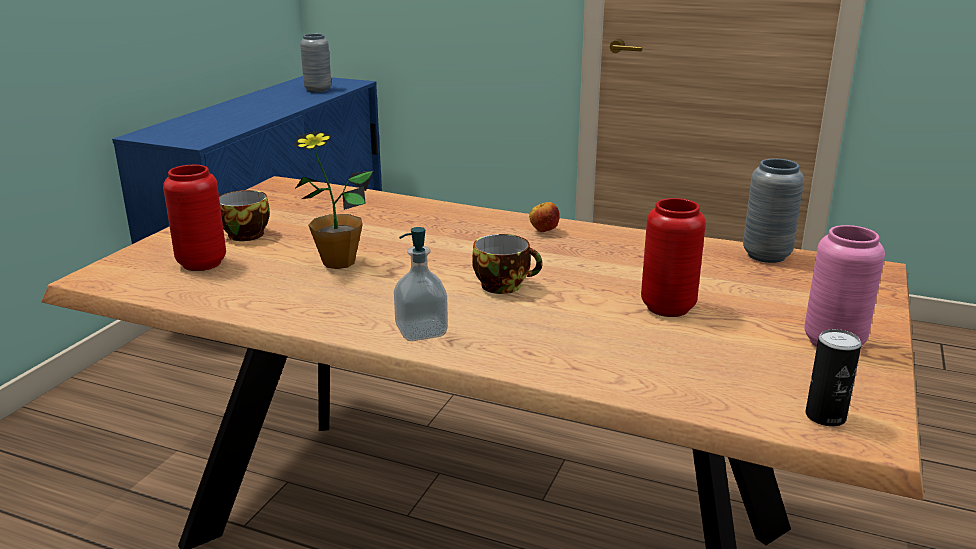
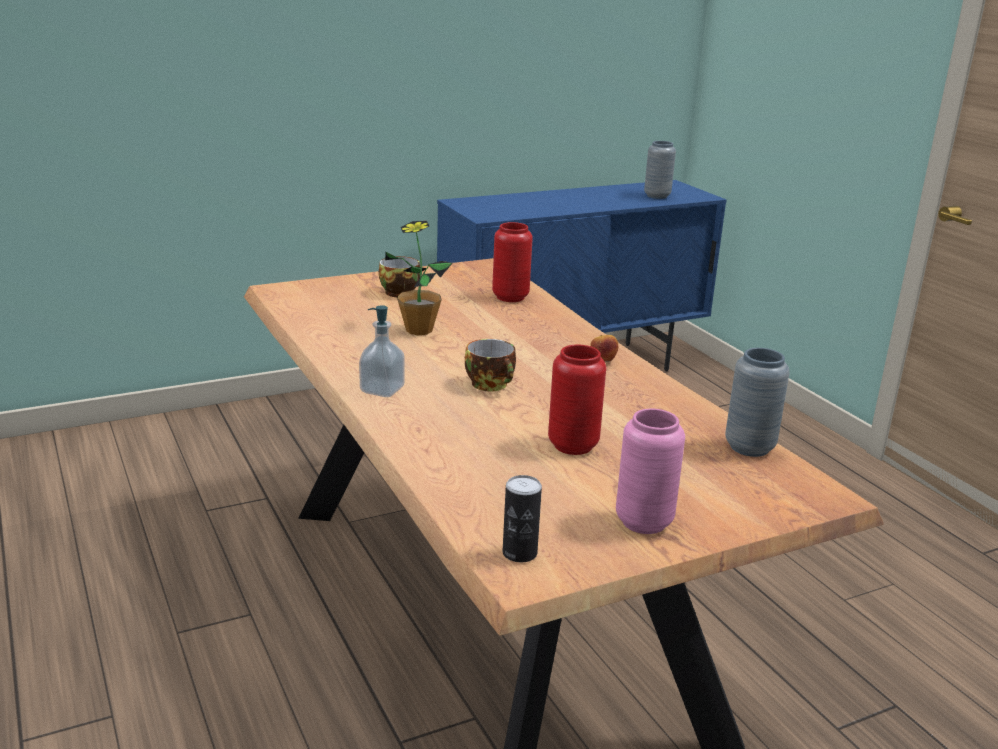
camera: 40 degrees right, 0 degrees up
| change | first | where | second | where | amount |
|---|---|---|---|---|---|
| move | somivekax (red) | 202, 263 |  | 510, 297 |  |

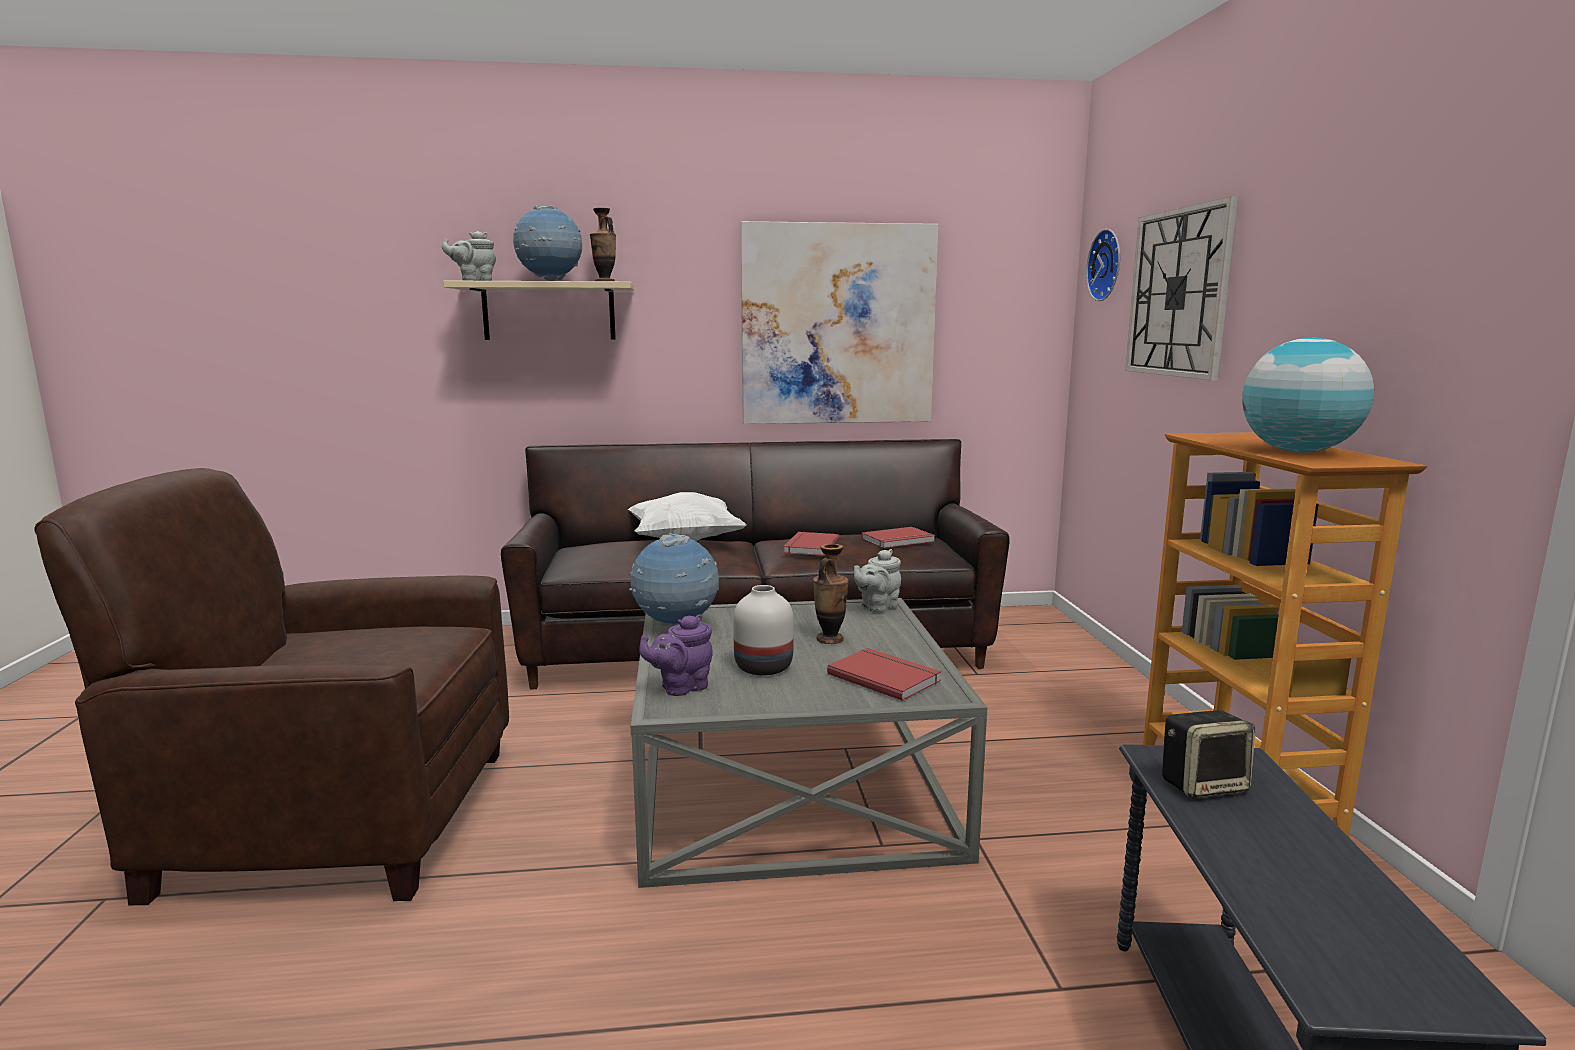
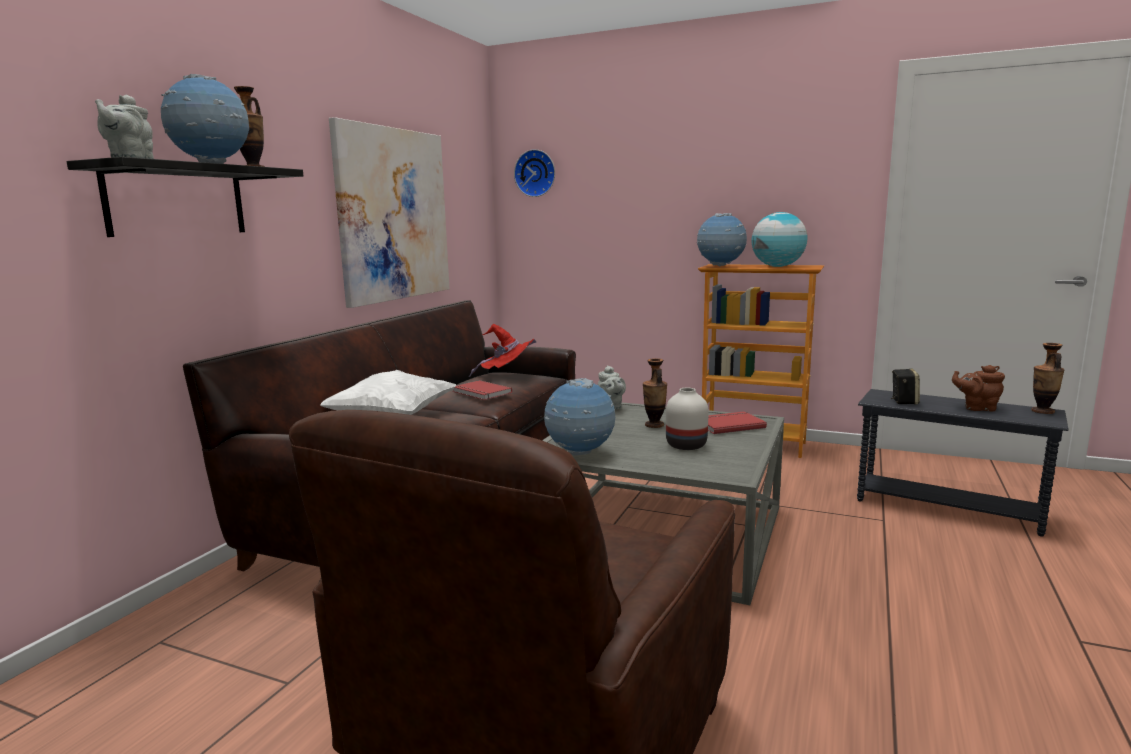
camera: 60 degrees left, 0 degrees up
| change | first | where | second | where | amount |
|---|---|---|---|---|---|
| recolor | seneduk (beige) | 549, 311 | seneduk (black) | 177, 201 |  |
| replace | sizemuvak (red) | 899, 540 | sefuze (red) | 507, 375 |  |
| insert |  |  | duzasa | 720, 266 |  |
| insert |  |  | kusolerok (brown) | 977, 408 |  |
| insert |  |  | somivekax | 1042, 411 |  |
| delete | kusolerok (purple) | 681, 687 |  |  |  |
| delete | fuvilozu | 1178, 293 |  |  |  |

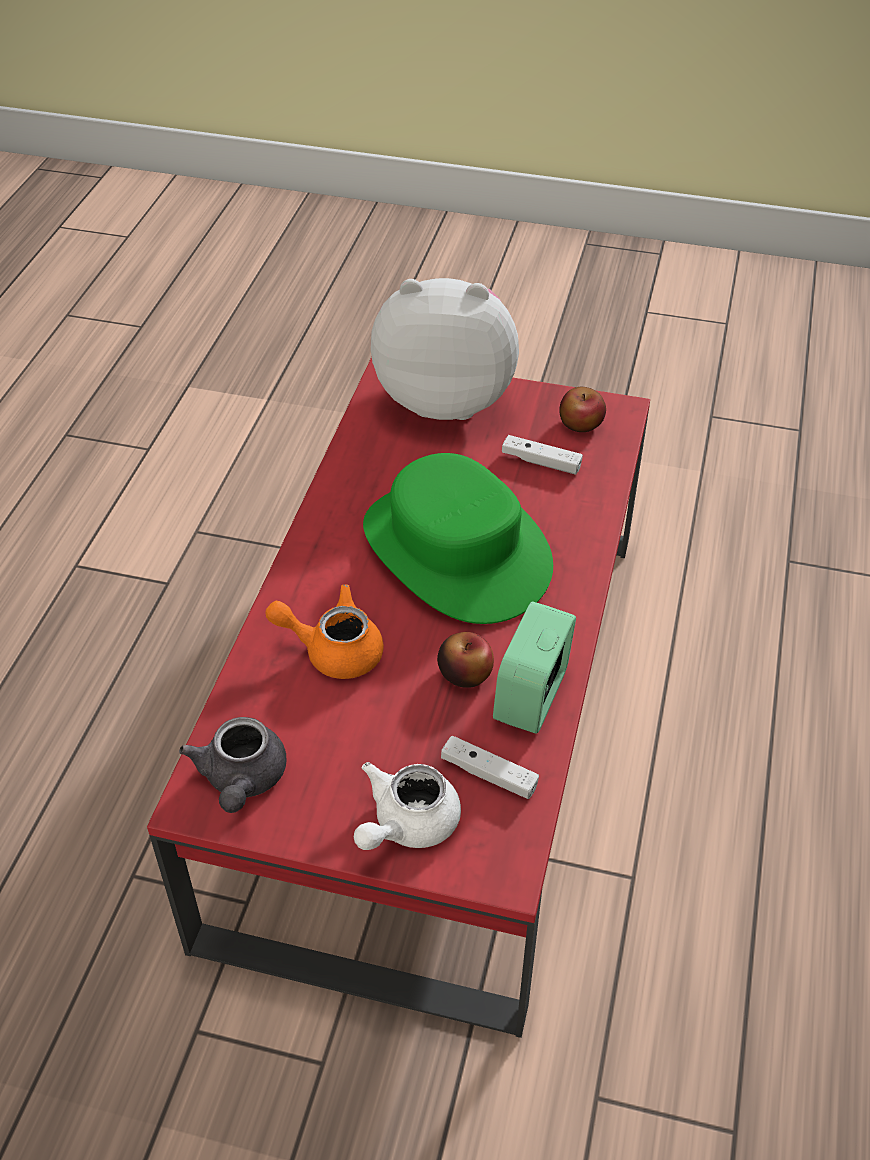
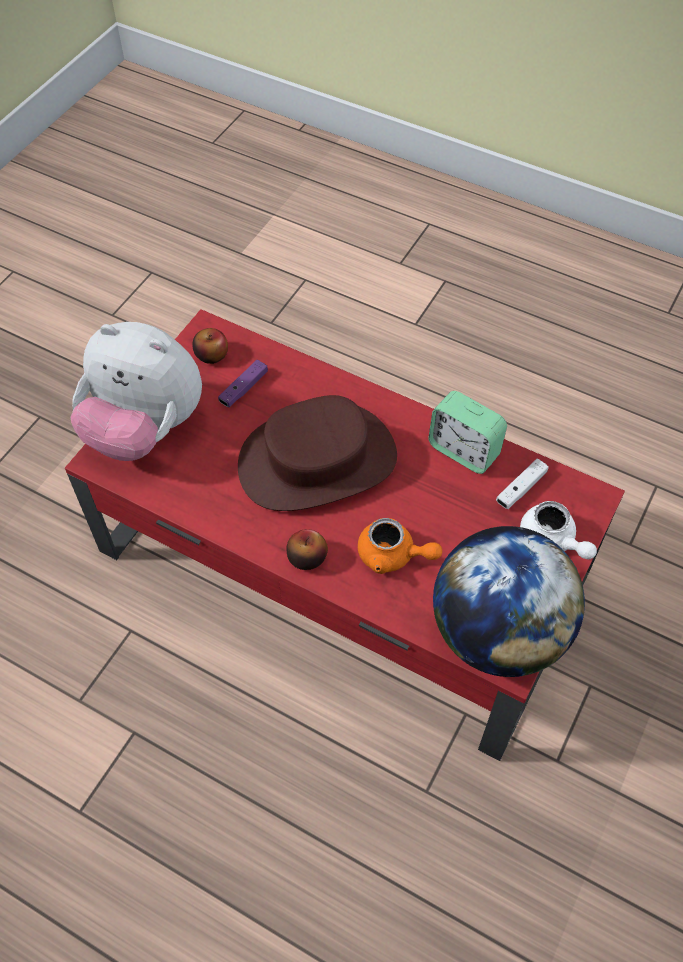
camera: 75 degrees left, 10 degrees up
| change | first | where | second | where | amount |
|---|---|---|---|---|---|
| rotate | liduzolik | 446, 398 |  | 145, 429 | 90 degrees counterclockwise |
| recolor | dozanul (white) | 541, 462 | dozanul (purple) | 244, 388 |  |
| recolor | sefuze (green) | 455, 550 | sefuze (brown) | 317, 461 |  |
| move | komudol | 465, 673 |  | 307, 557 |  |
| rotate | kusolerok (orange) | 333, 650 |  | 393, 556 | 90 degrees counterclockwise |
| replace | kusolerok (grey) | 241, 780 | duzasa | 498, 632 |  |

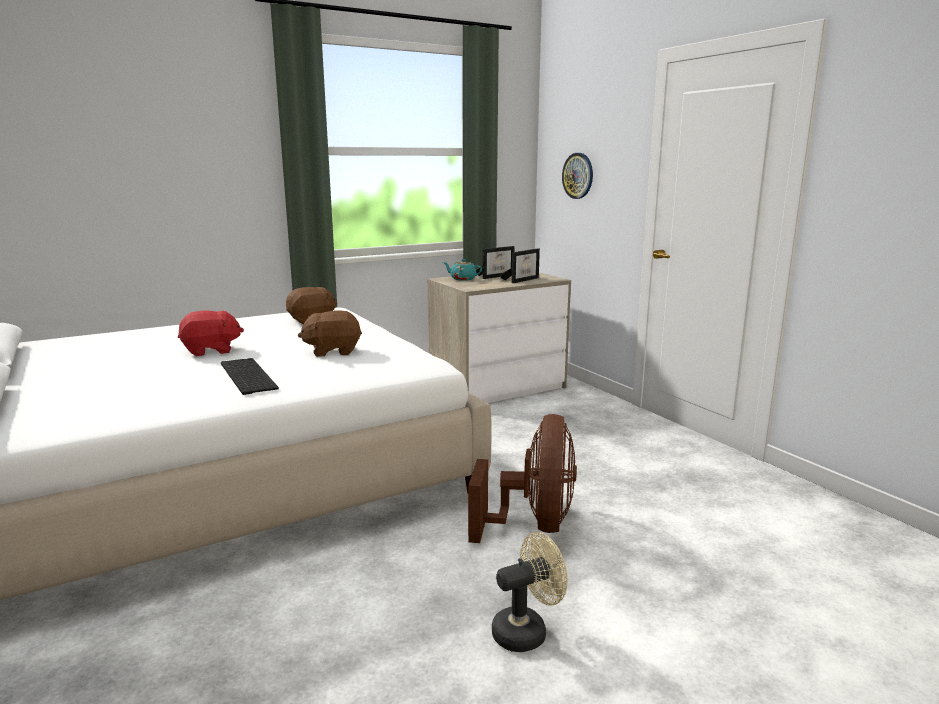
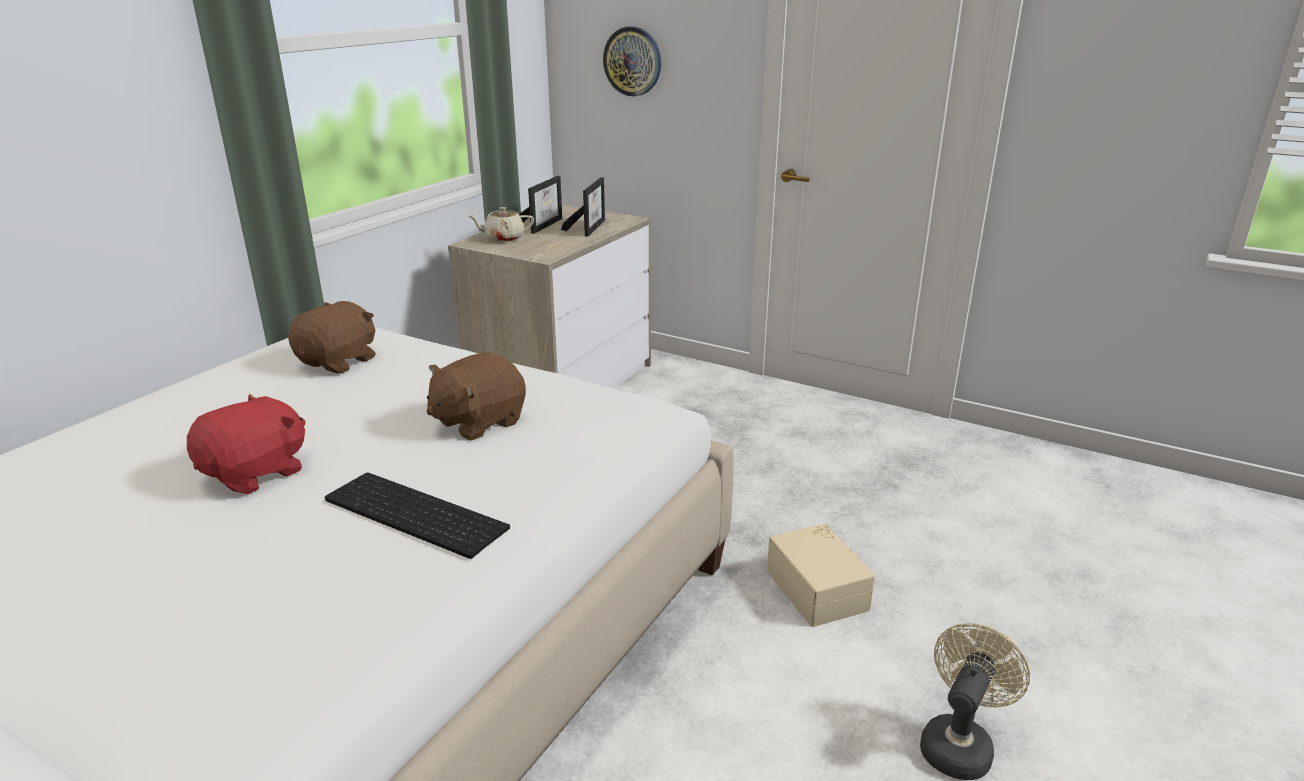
camera: 30 degrees left, 10 degrees up
| change | first | where | second | where | amount |
|---|---|---|---|---|---|
| recolor | kusolerok (turquoise) | 462, 279 | kusolerok (beige) | 503, 238 |  |
| replace | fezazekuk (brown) | 534, 525 | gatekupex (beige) | 819, 589 |  |

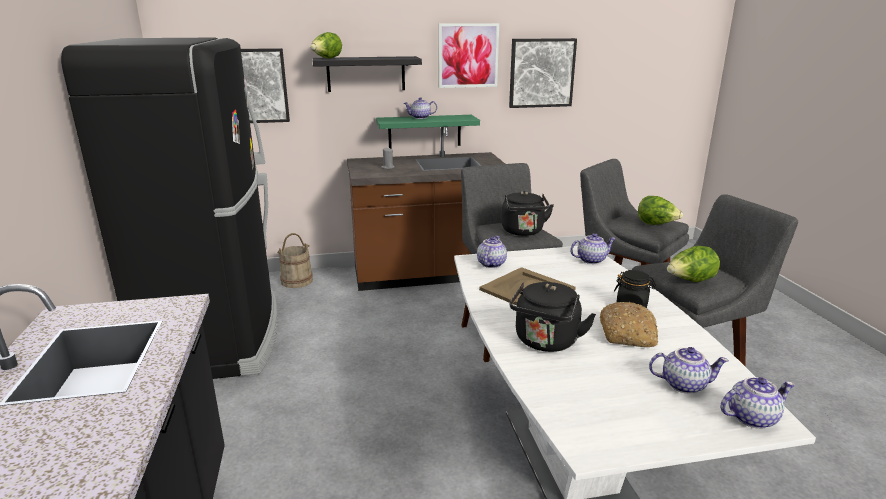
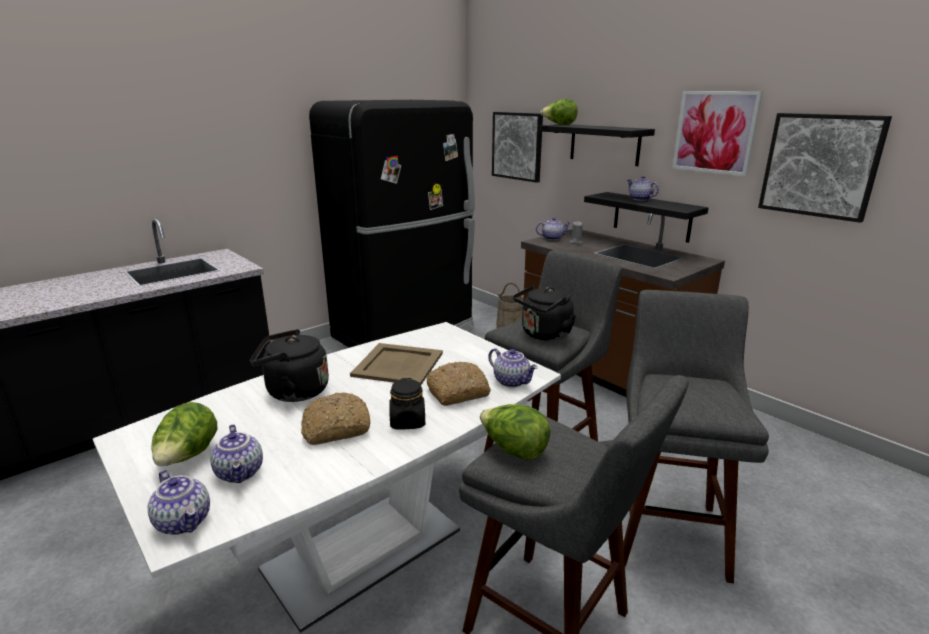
camera: 60 degrees right, 0 degrees up
| change | first | where | second | where | amount |
|---|---|---|---|---|---|
| move | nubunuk | 656, 224 |  | 188, 457 |  |
| insert |  |  | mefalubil | 458, 392 |  |
| move | kusolerok | 490, 264 |  | 552, 238 |  |
| recolor | seneduk (green) | 424, 131 | seneduk (black) | 652, 217 |  |

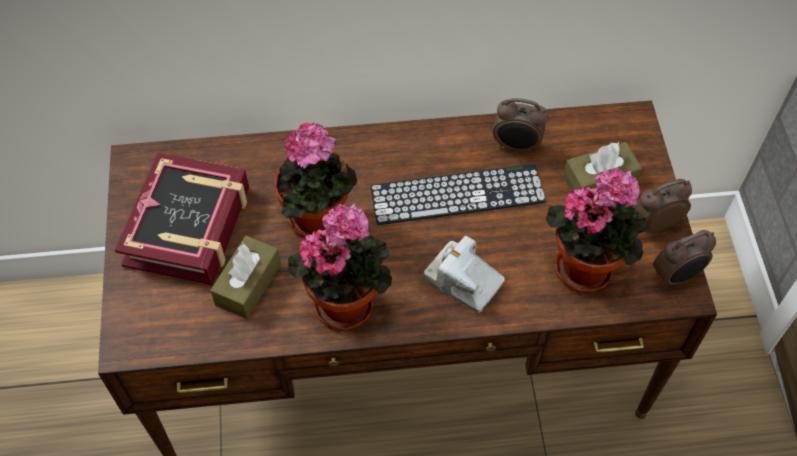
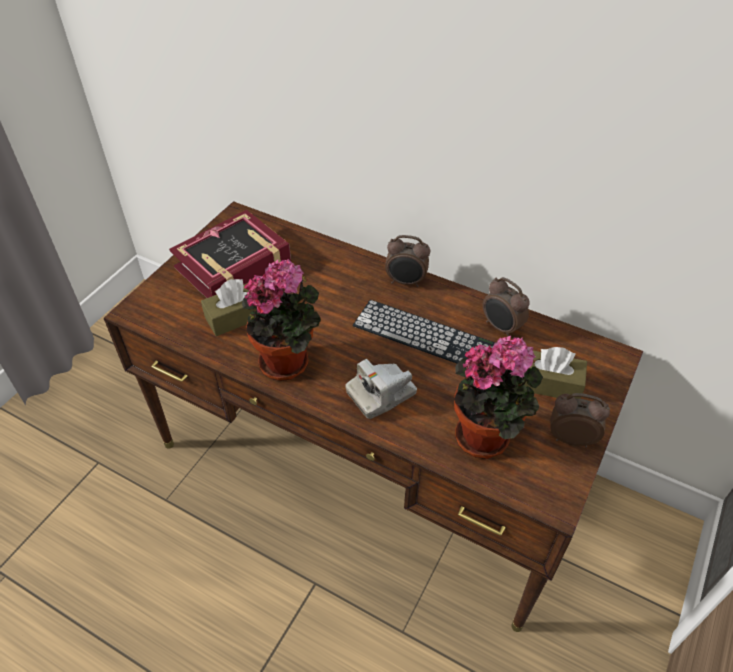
camera: 35 degrees right, 10 degrees down
| change | first | where | second | where | amount |
|---|---|---|---|---|---|
| rotate | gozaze | 463, 281 |  | 381, 394 | 105 degrees counterclockwise |
| move | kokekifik | 676, 276 |  | 406, 282 |  |
| delete | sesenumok | 320, 220 |  |  |  |

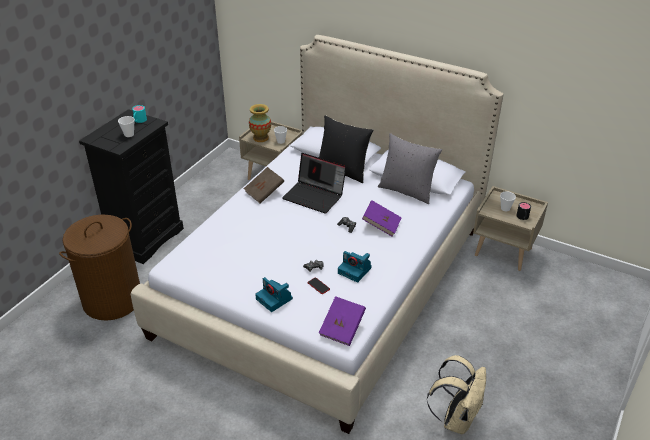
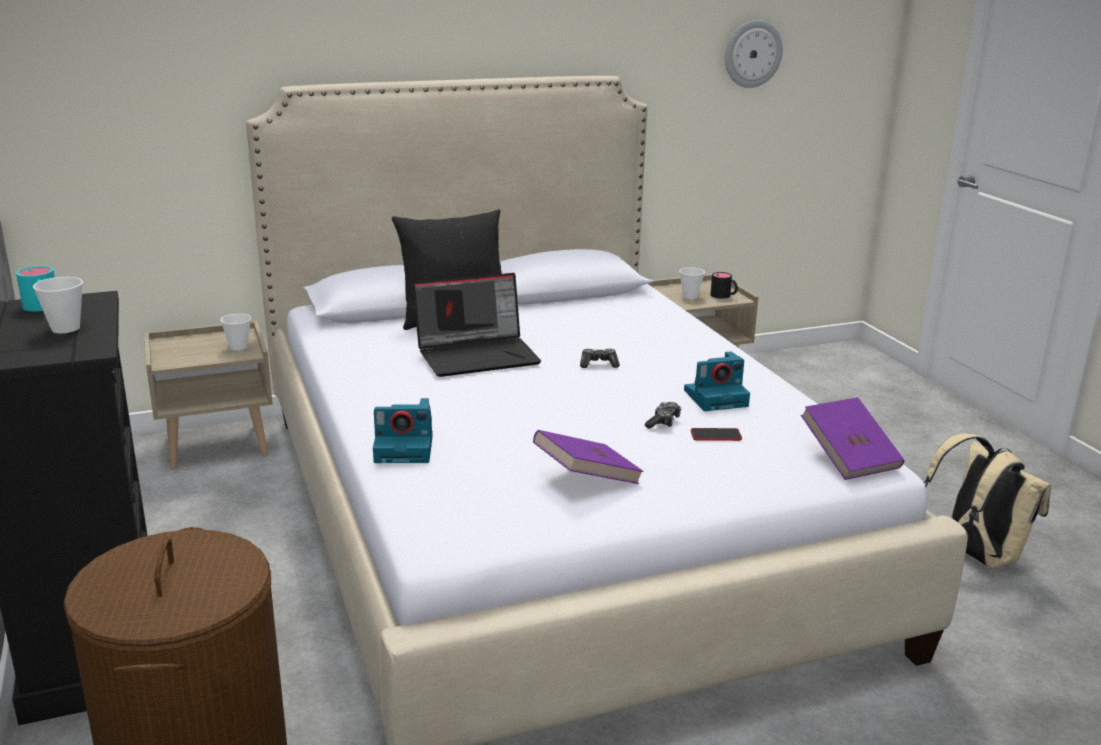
camera: 50 degrees left, 15 degrees down
| change | first | where | second | where | amount |
|---|---|---|---|---|---|
| move | gozaze | 275, 299 |  | 405, 448 |  |
| move | sizemuvak (purple) | 381, 225 |  | 586, 478 |  |
| insert |  |  | fuvilozu | 752, 54 |  |
| delete | sizemuvak (brown) | 264, 192 |  |  |  |
| delete | somivekax | 261, 138 |  |  |  |
| delete | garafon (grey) | 407, 191 |  |  |  |

